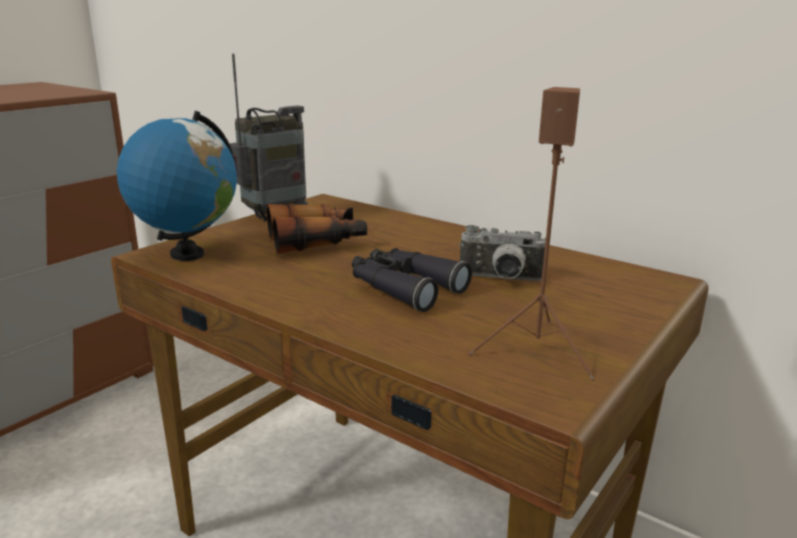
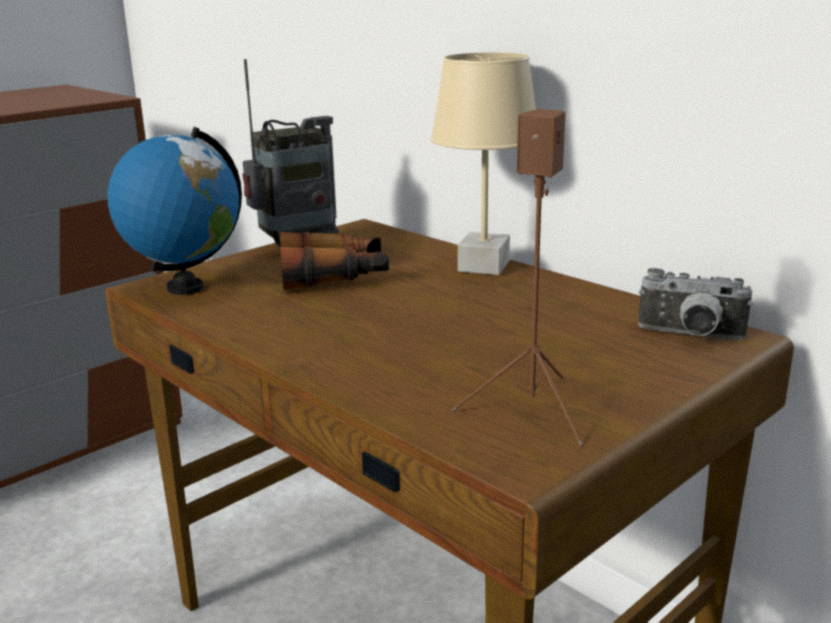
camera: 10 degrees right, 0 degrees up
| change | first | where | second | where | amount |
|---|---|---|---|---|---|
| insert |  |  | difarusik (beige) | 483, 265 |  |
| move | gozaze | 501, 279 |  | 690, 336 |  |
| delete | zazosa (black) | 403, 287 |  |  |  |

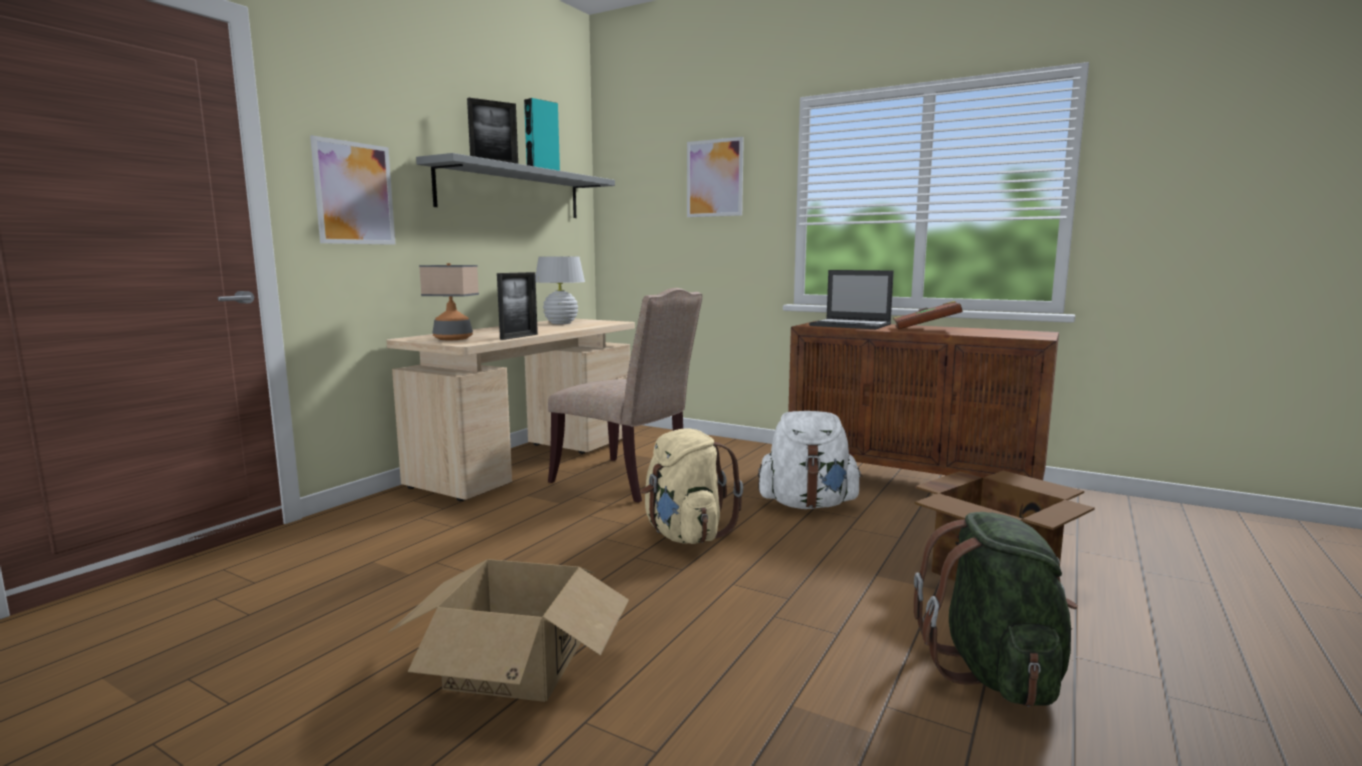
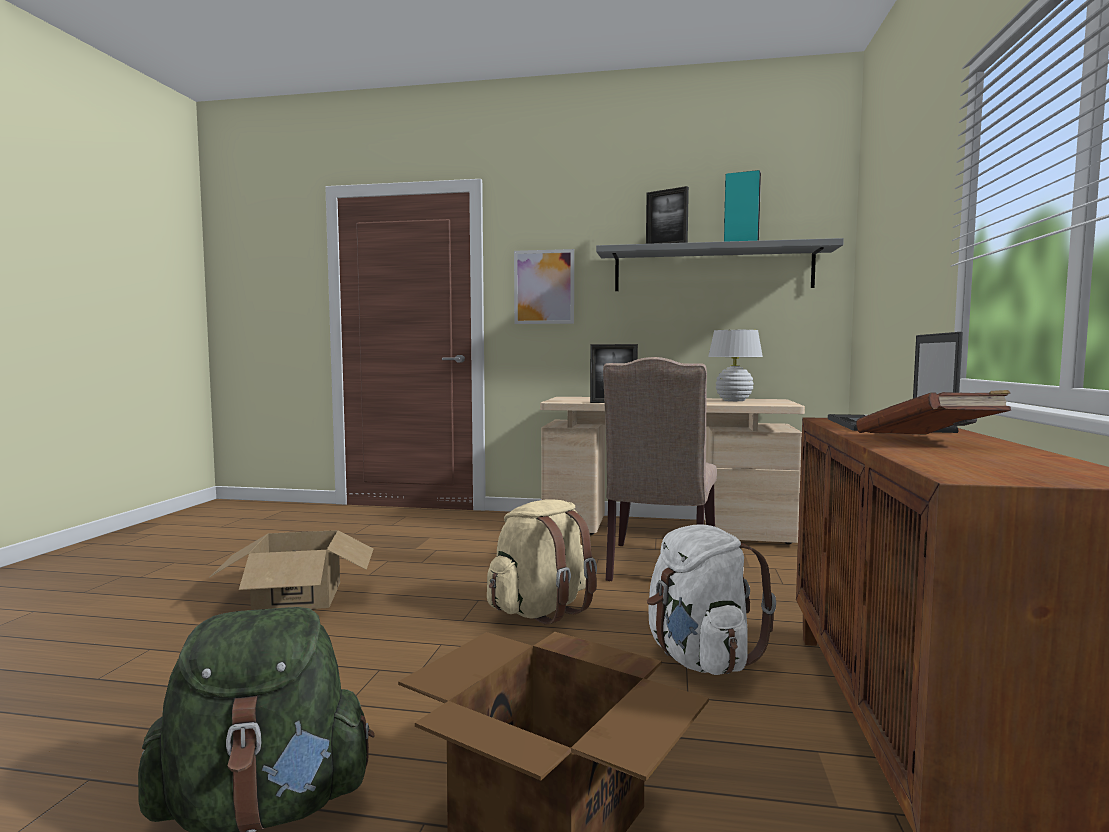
camera: 70 degrees right, 5 degrees down
| change | first | where | second | where | amount |
|---|---|---|---|---|---|
| delete | difarusik | 453, 338 |  |  |  |
| delete | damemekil | 714, 178 |  |  |  |

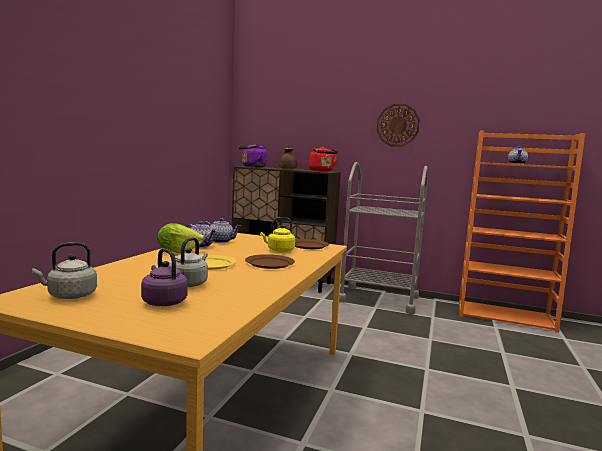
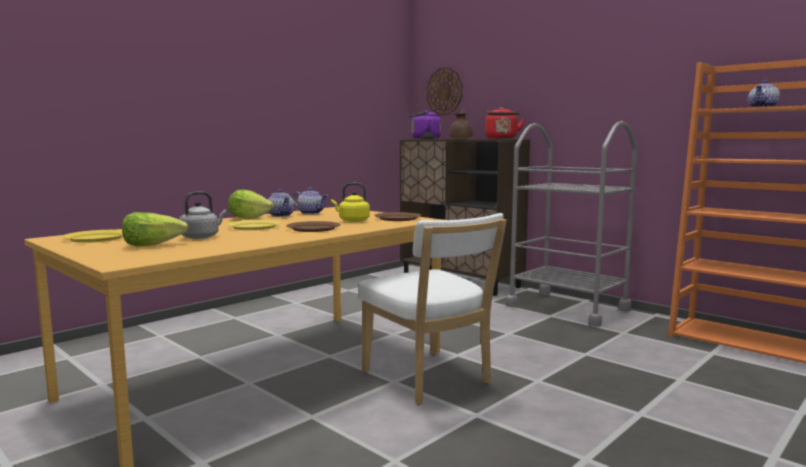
camera: 25 degrees right, 0 degrees up
| change | first | where | second | where | amount |
|---|---|---|---|---|---|
| replace | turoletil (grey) | 69, 296 | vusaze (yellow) | 96, 238 |  |
| replace | turoletil (purple) | 163, 301 | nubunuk | 153, 245 |  |
| insert |  |  | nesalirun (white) | 429, 380 |  |
| move | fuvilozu | 397, 125 |  | 444, 91 |  |

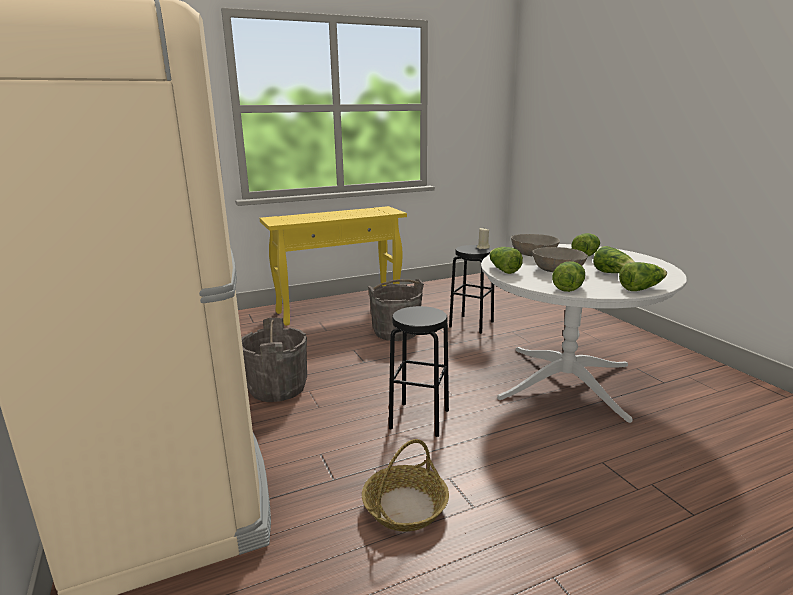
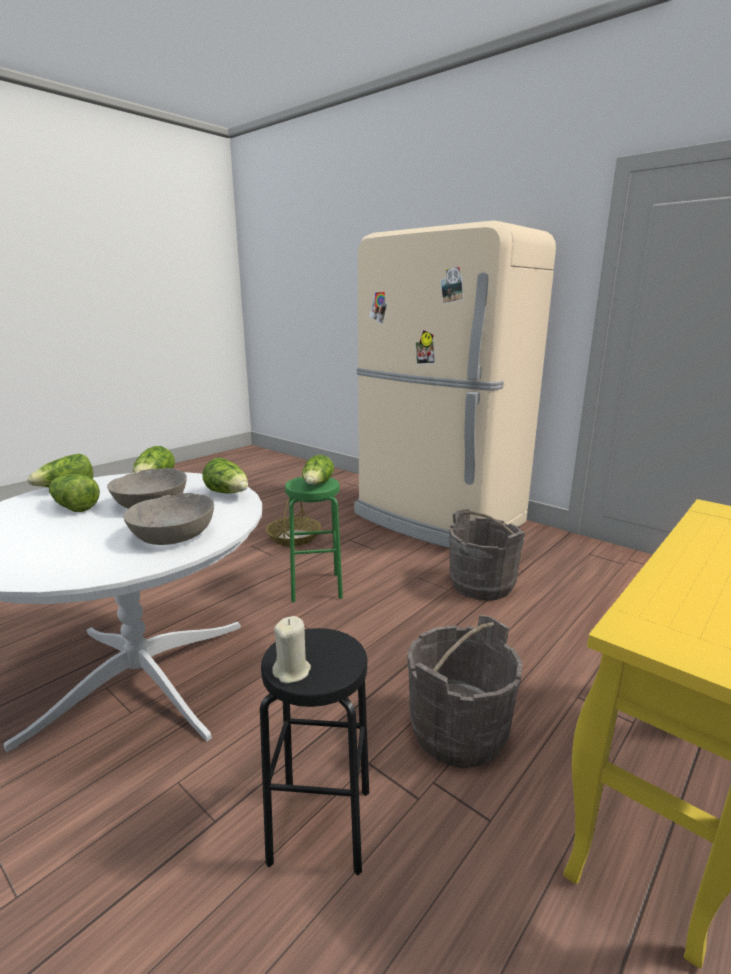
camera: 155 degrees right, 0 degrees up
| change | first | where | second | where | amount |
|---|---|---|---|---|---|
| recolor | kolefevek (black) | 419, 419 | kolefevek (green) | 316, 587 |  |
| move | nubunuk | 585, 254 |  | 317, 484 |  |

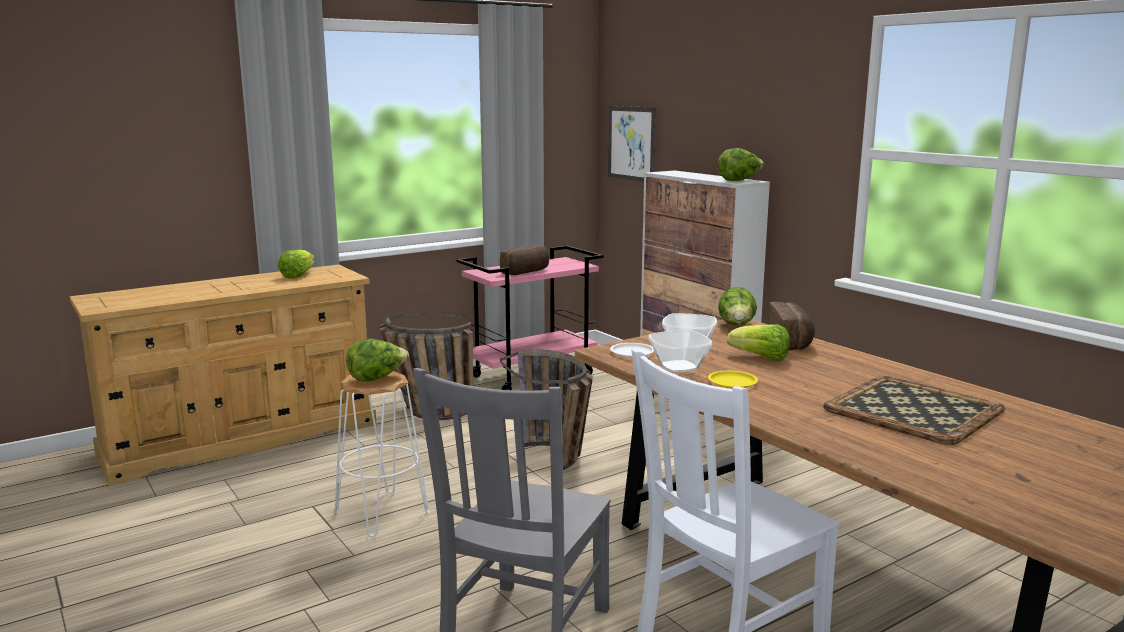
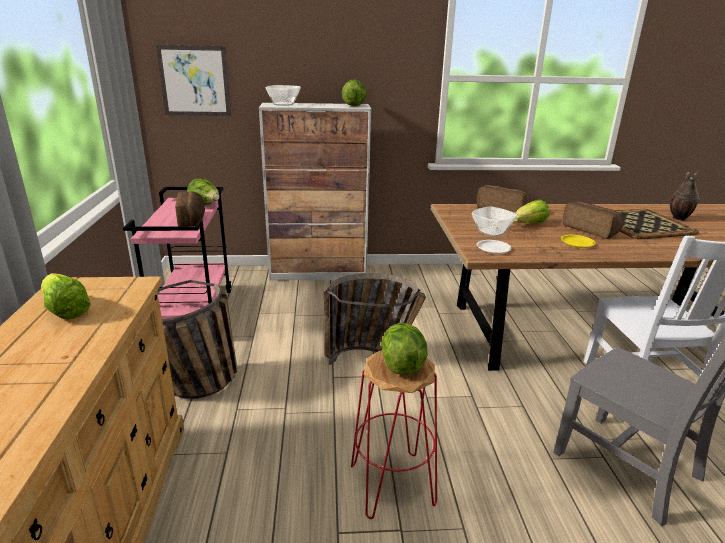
camera: 60 degrees left, 10 degrees up
| change | first | where | second | where | amount |
|---|---|---|---|---|---|
| move | nubunuk | 737, 326 |  | 205, 205 |  |
| move | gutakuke | 680, 367 |  | 284, 104 |  |
| recolor | kolefevek (white) | 382, 513 | kolefevek (red) | 392, 484 |  |
| insert |  |  | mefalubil | 591, 230 |  |
| insert |  |  | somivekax | 678, 218 |  |

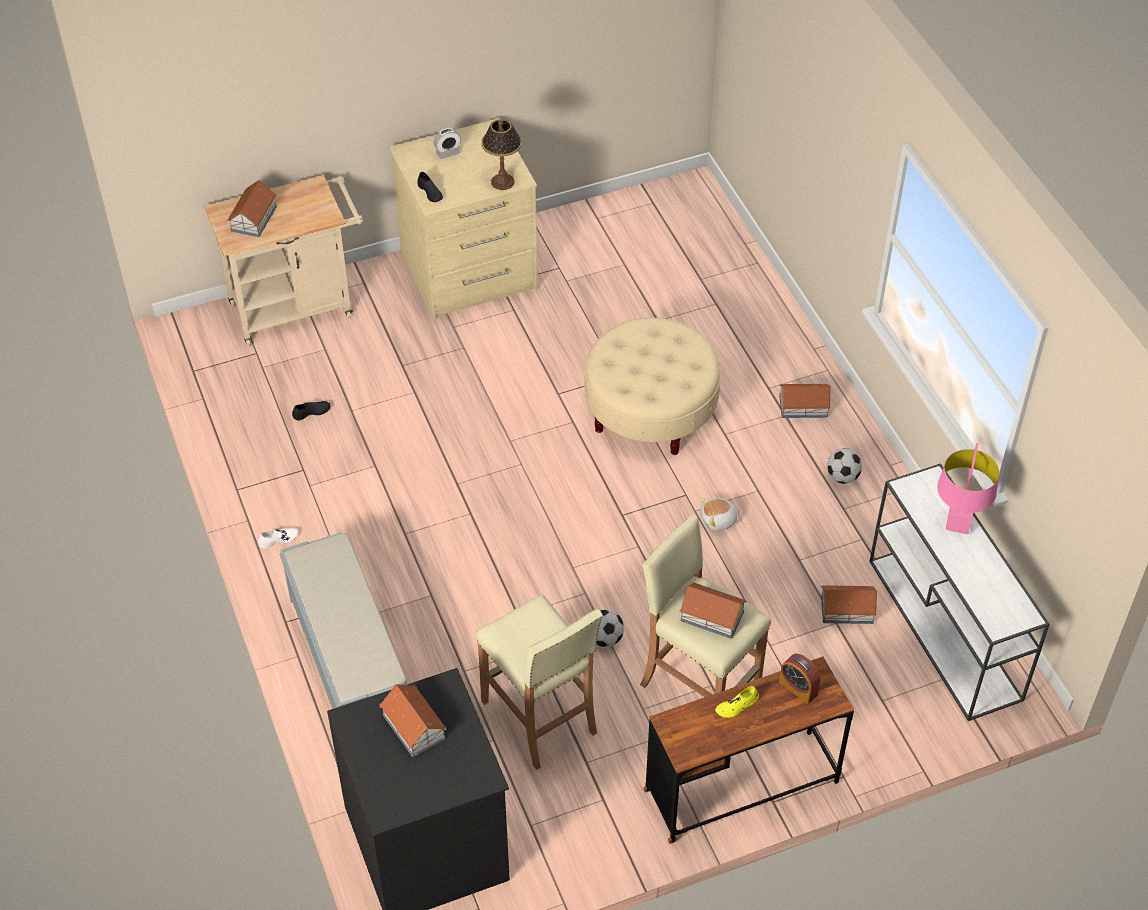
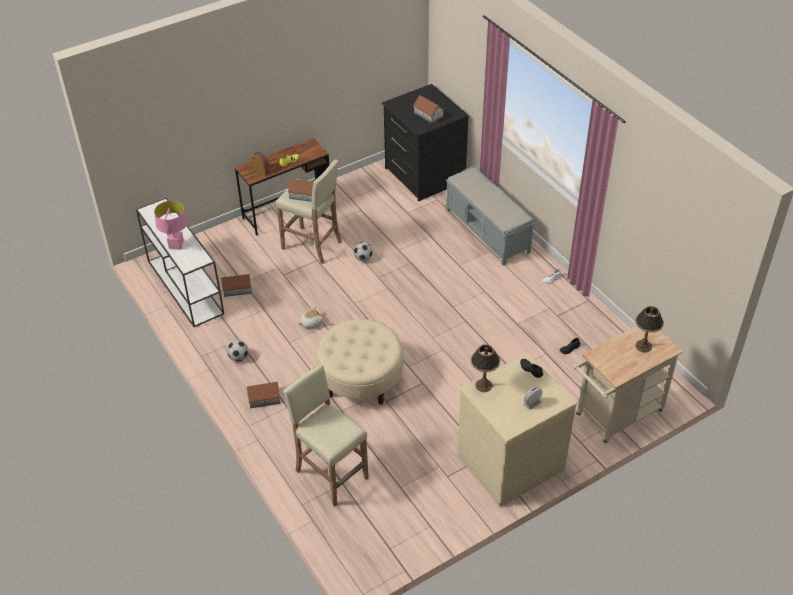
camera: 170 degrees right, 5 degrees down
| change | first | where | second | where | amount |
|---|---|---|---|---|---|
| move | kolefevek (beige) | 539, 718 |  | 331, 474 |  |
| replace | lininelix | 253, 219 | difarusik | 643, 346 |  |

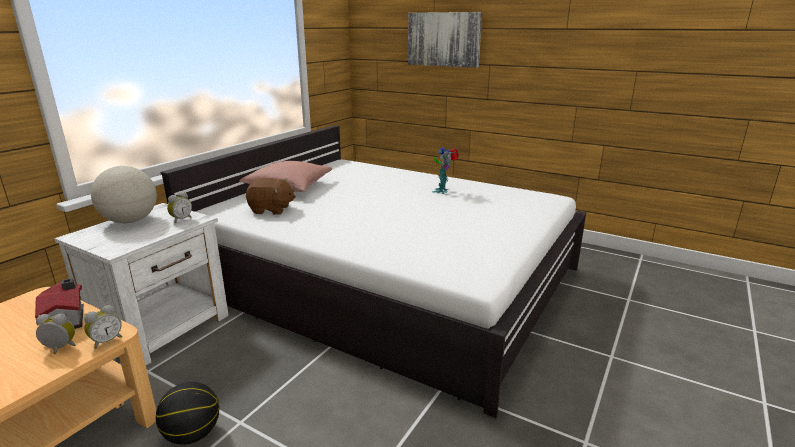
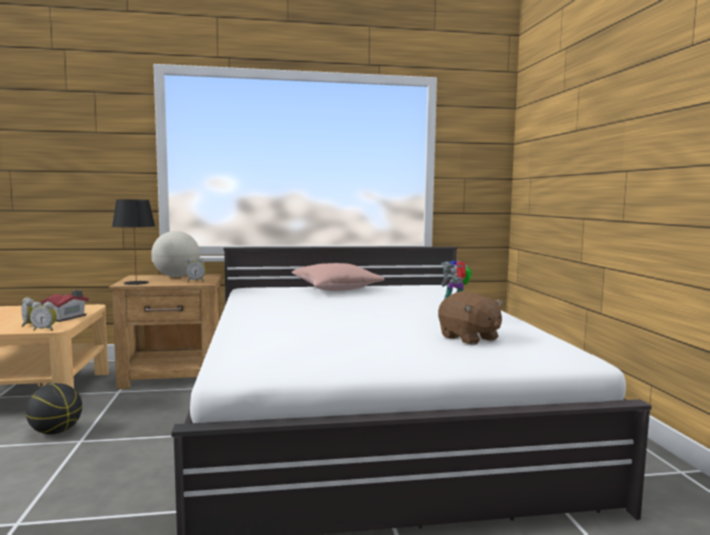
camera: 50 degrees right, 15 degrees down
| change | first | where | second | where | amount |
|---|---|---|---|---|---|
| recolor | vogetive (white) | 163, 328 | vogetive (brown) | 174, 375 |  |
| insert |  |  | difarusik (black) | 136, 283 |  |
| move | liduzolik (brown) | 271, 210 |  | 469, 338 |  |
| delete | damemekil | 444, 39 |  |  |  |

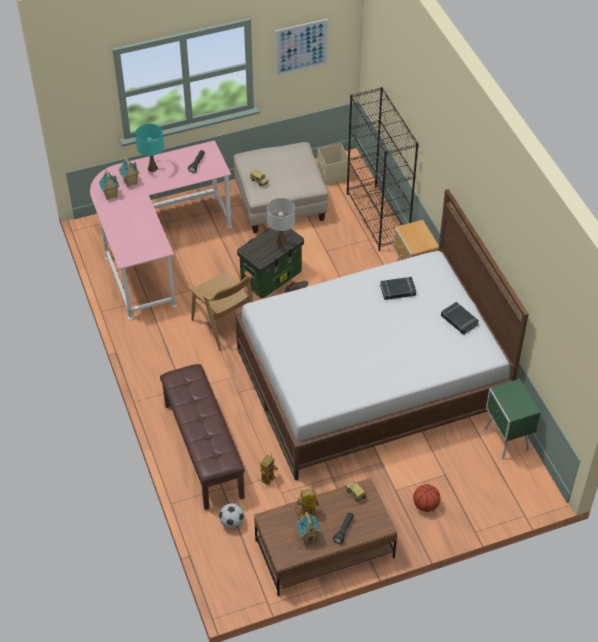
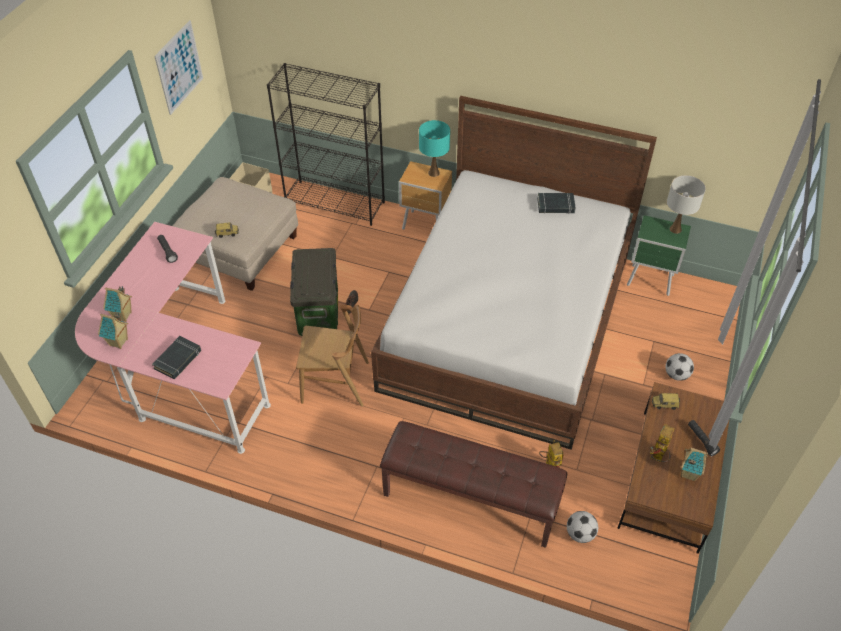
camera: 50 degrees left, 0 degrees up
| change | first | where | second | where | amount |
|---|---|---|---|---|---|
| move | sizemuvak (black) | 398, 290 |  | 178, 360 |  |
| move | difarusik (turquoise) | 152, 168 |  | 433, 173 |  |
| replace | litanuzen | 425, 505 | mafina | 676, 375 |  |
| move | difarusik (white) | 281, 242 |  | 675, 229 |  |

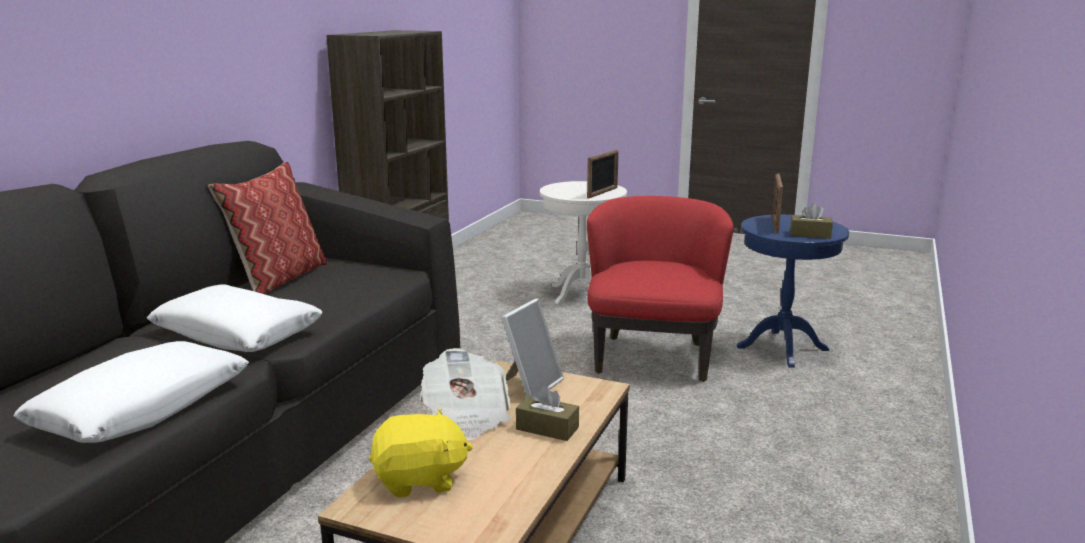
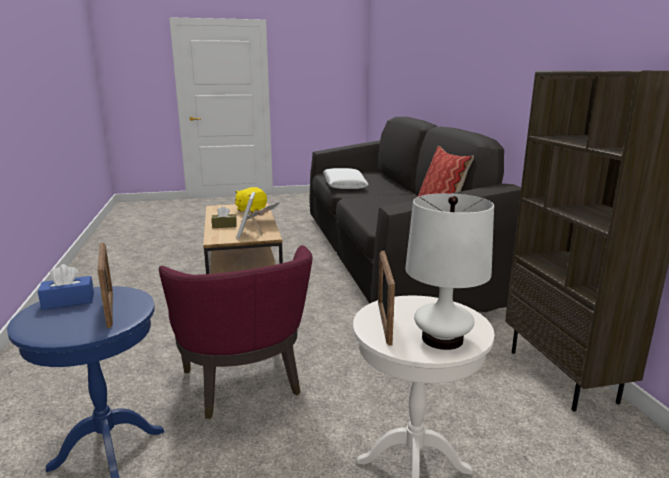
camera: 145 degrees right, 0 degrees up
| change | first | where | second | where | amount |
|---|---|---|---|---|---|
| recolor | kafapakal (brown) | 810, 234 | kafapakal (blue) | 68, 301 |  |
| recolor | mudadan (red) | 653, 356 | mudadan (purple) | 244, 384 |  |
| insert |  |  | difarusik (white) | 442, 339 |  |
| delete | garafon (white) | 238, 333 |  |  |  |

